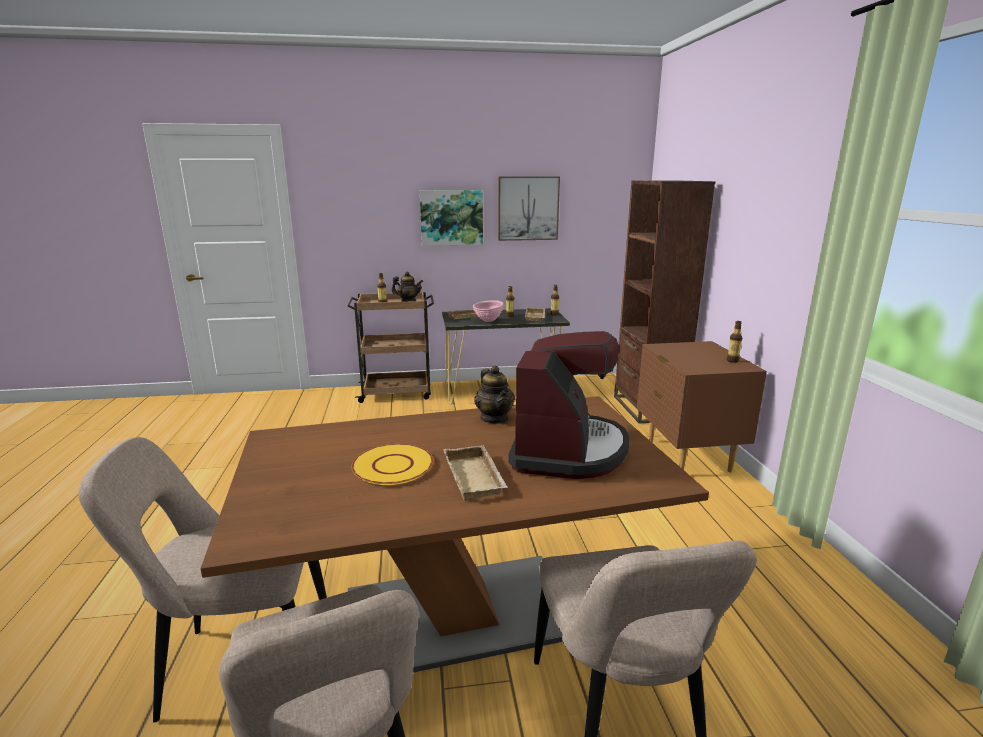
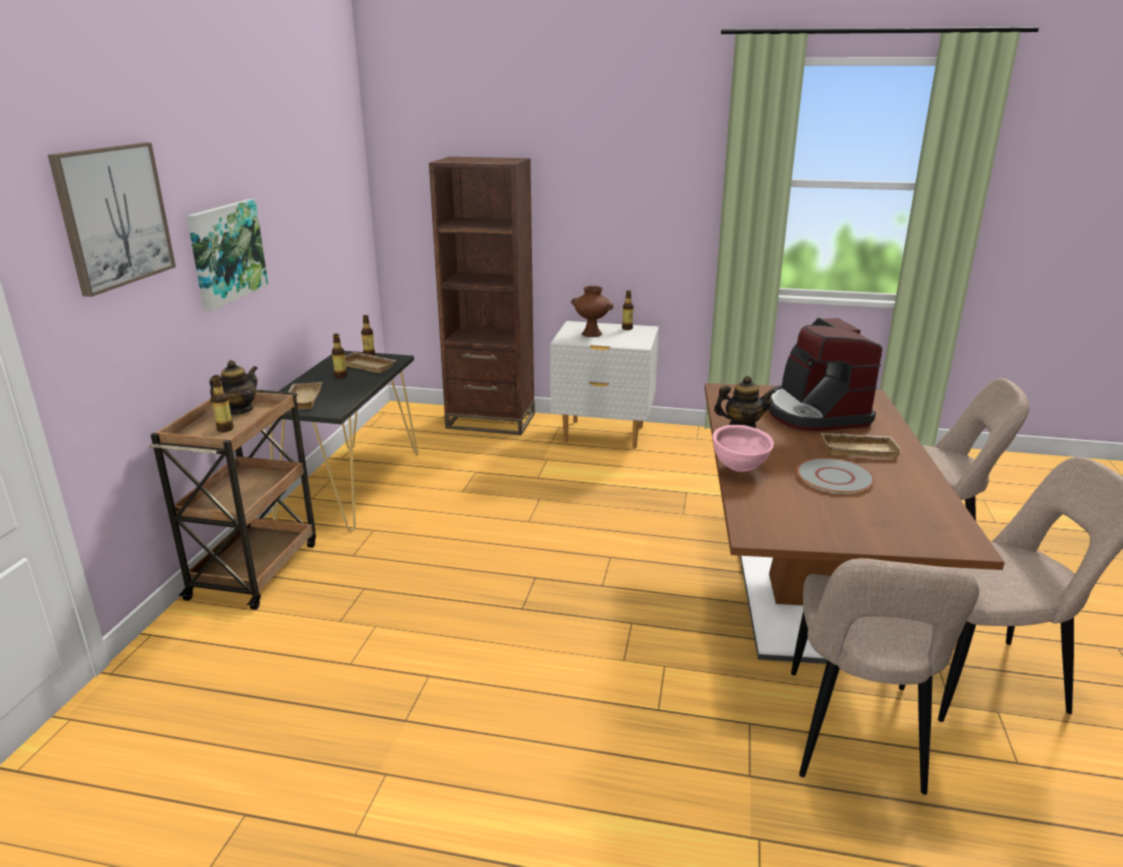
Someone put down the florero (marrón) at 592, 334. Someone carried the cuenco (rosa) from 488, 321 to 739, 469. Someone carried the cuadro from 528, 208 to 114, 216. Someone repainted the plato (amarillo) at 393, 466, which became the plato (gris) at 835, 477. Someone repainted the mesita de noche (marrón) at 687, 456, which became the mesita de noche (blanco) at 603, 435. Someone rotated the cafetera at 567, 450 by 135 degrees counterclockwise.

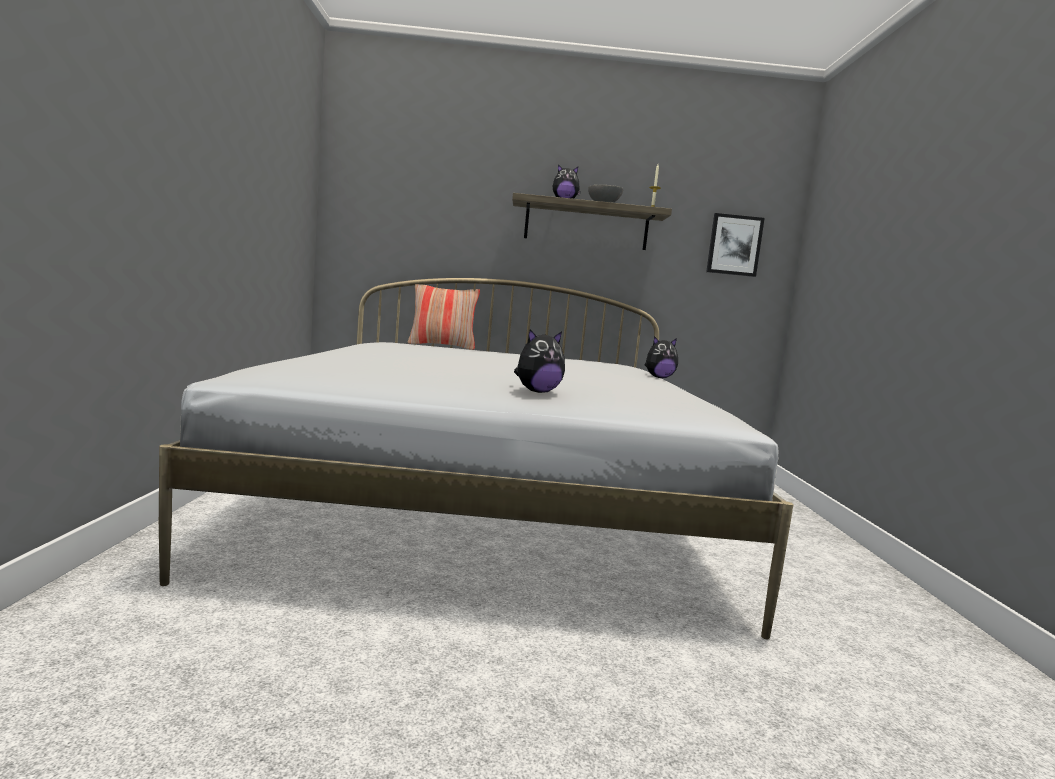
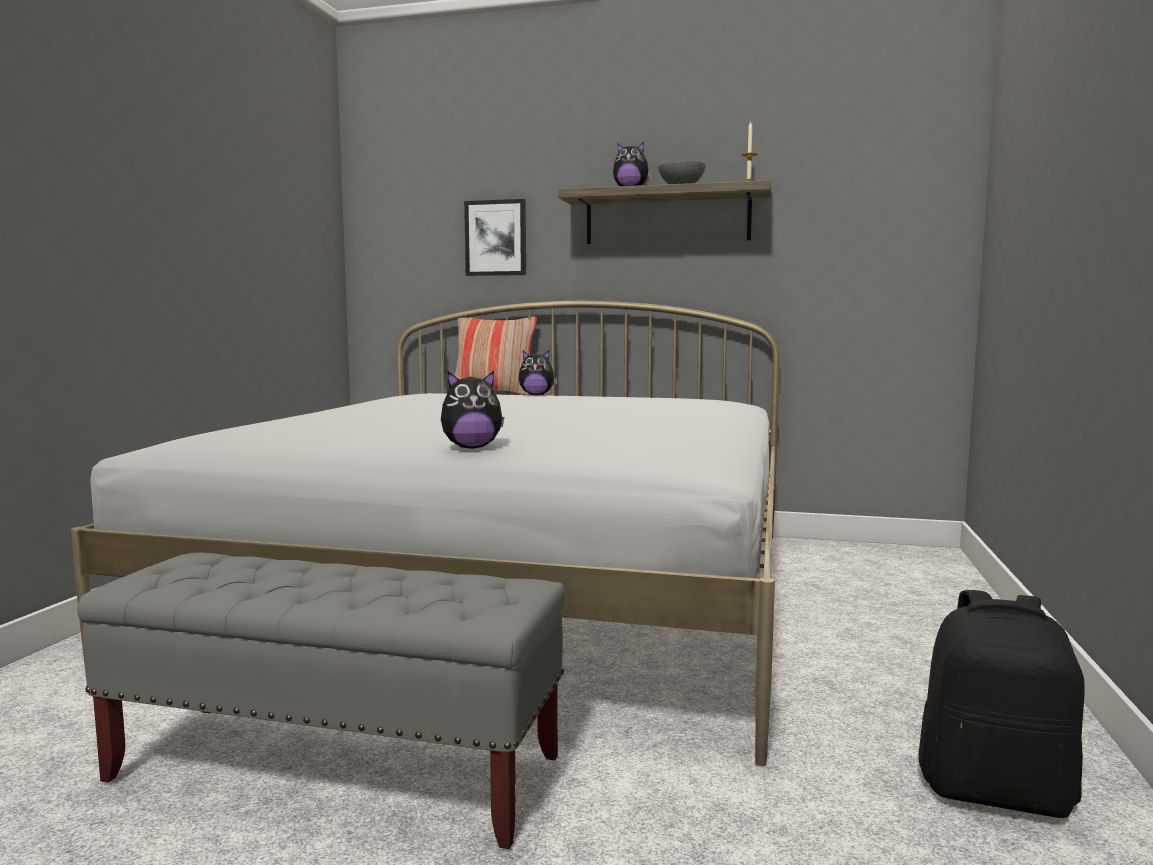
Someone put down the banco (gris) at 336, 770. Someone put down the mochila (negro) at 995, 791. Someone carried the peluche from 659, 377 to 536, 395. Someone carried the cuadro from 734, 245 to 496, 238.

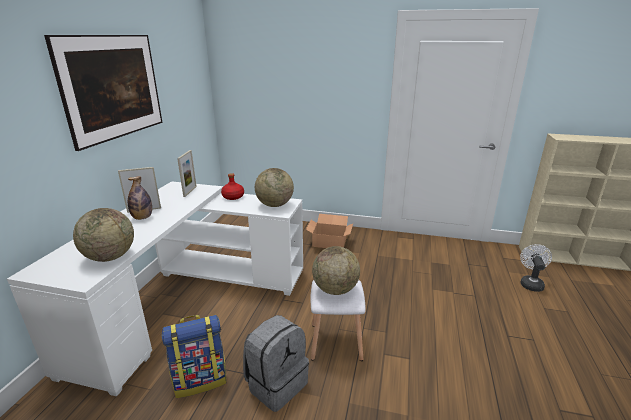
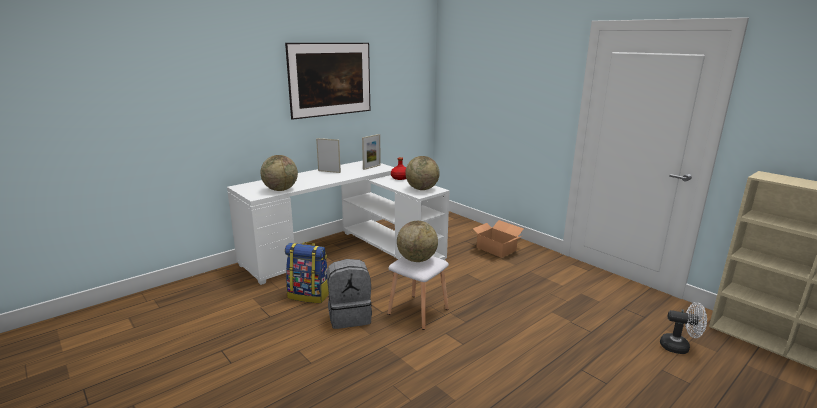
Someone took away the botella at 142, 218. Someone rotated the ventilador (blanco) at 530, 283 by 60 degrees clockwise.

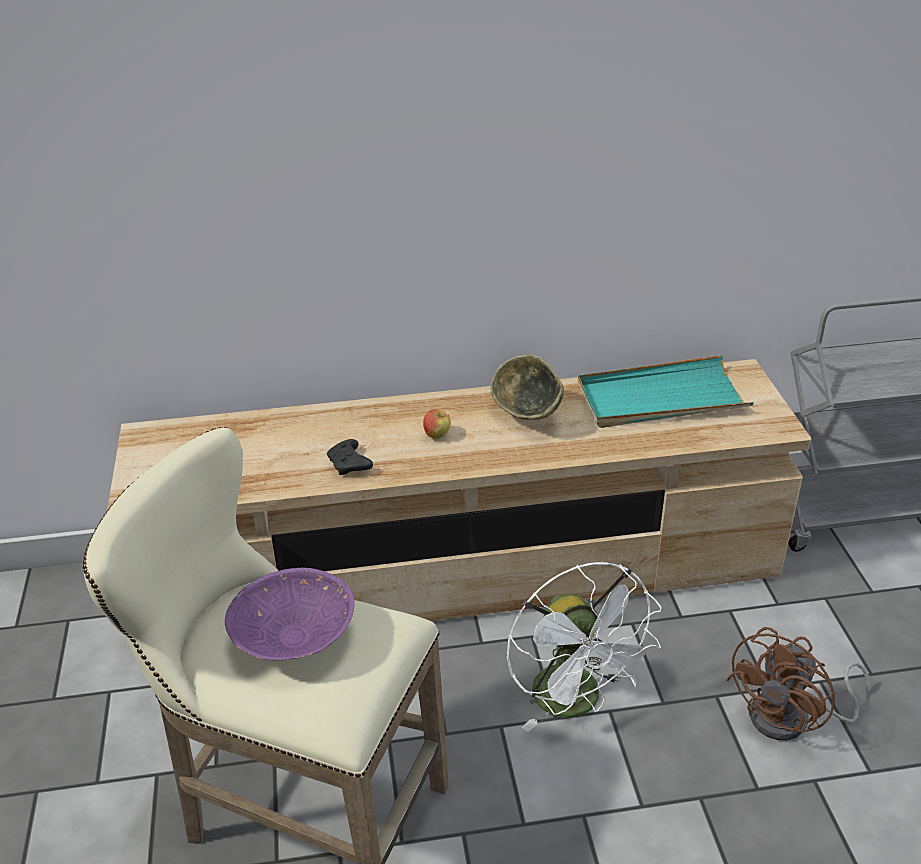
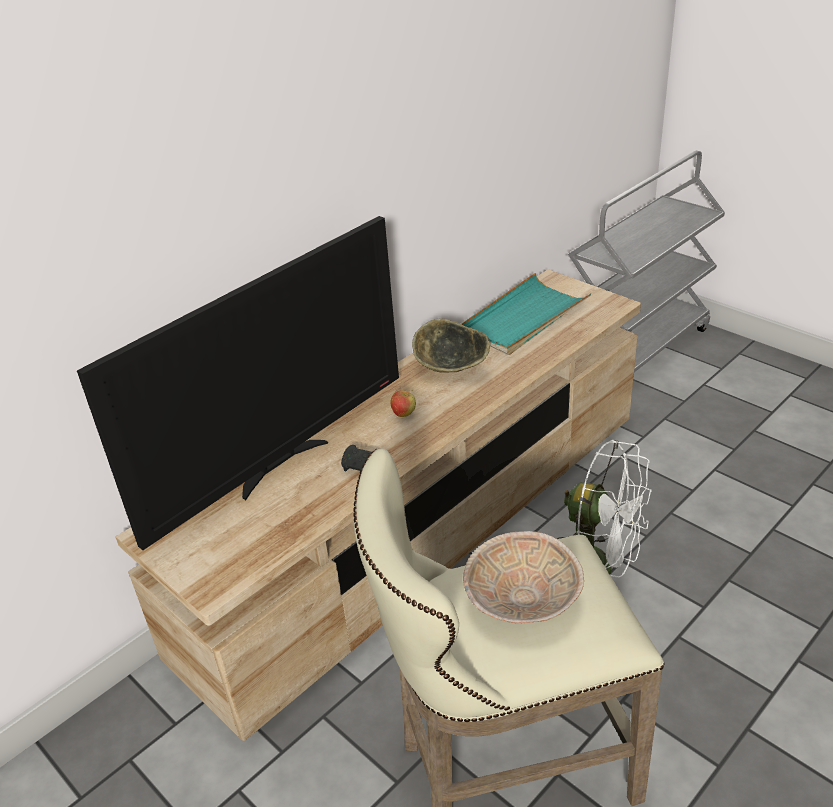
Someone took away the ventilador (marrón) at 791, 719. Someone put down the televisor at 280, 465. Someone repainted the cuenco (morado) at 292, 636, which became the cuenco (beis) at 521, 598.

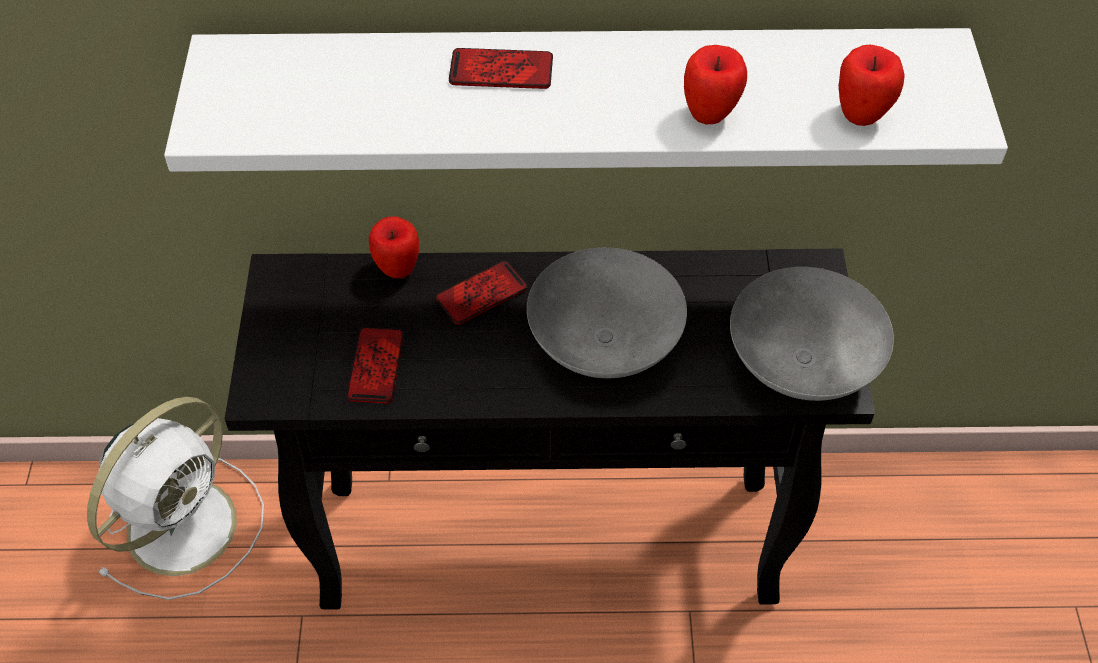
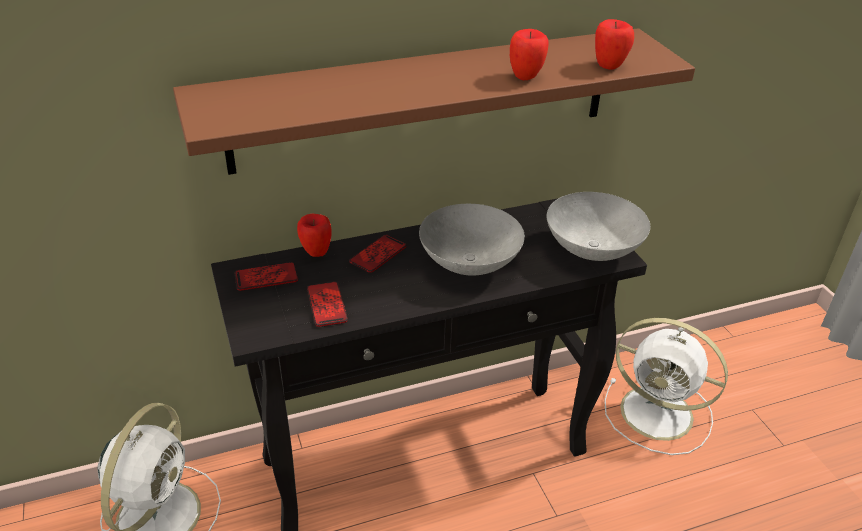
Someone put down the ventilador (blanco) at 660, 414. Someone carried the móvil from 501, 70 to 266, 277. Someone repainted the estante (blanco) at 580, 89, which became the estante (marrón) at 424, 100.

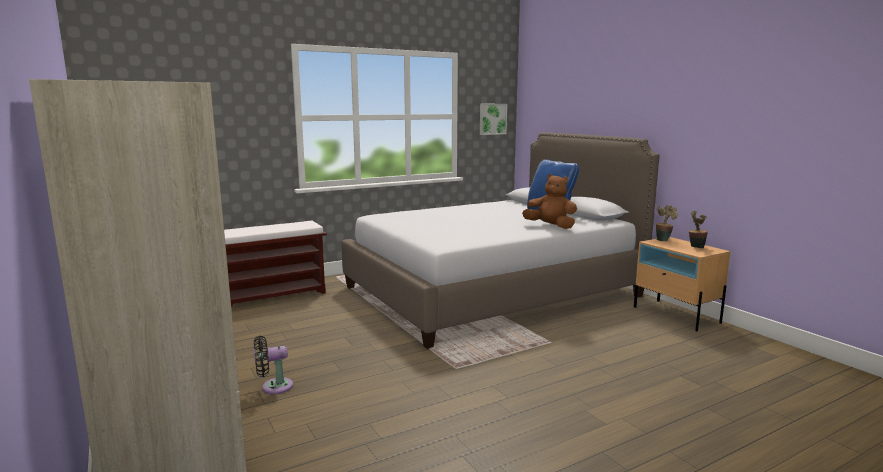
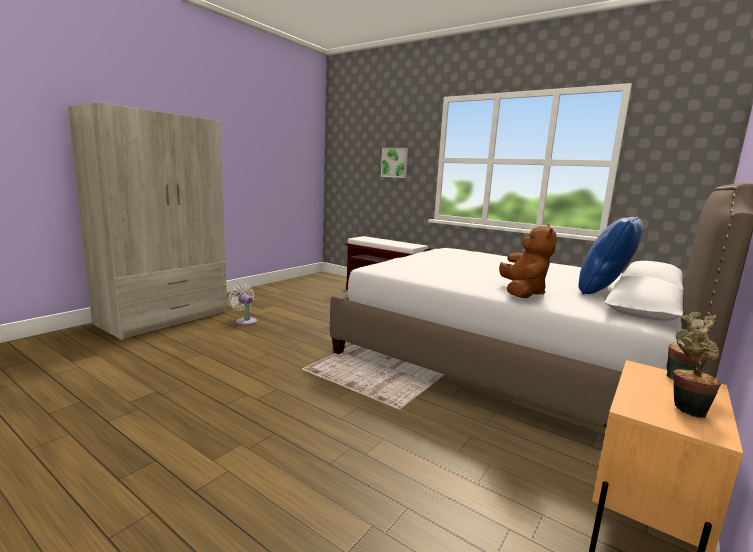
Someone carried the cuadro from 492, 119 to 395, 162. Someone repainted the ventilador (negro) at 273, 387, which became the ventilador (blanco) at 245, 321.

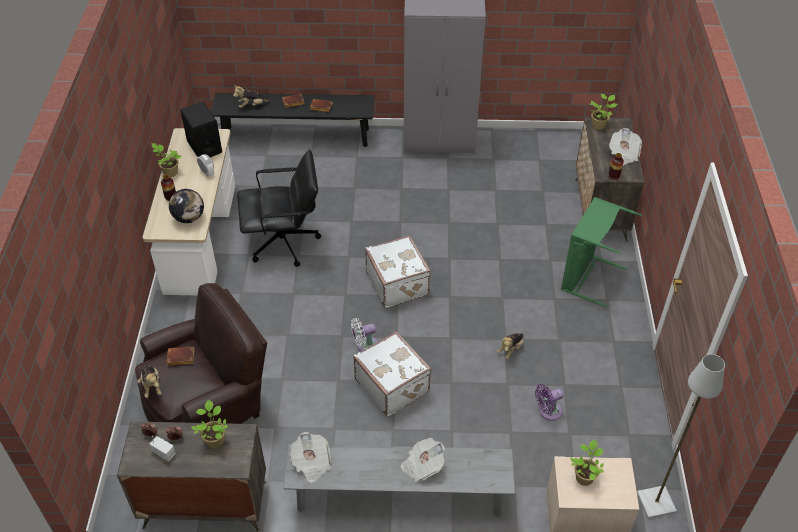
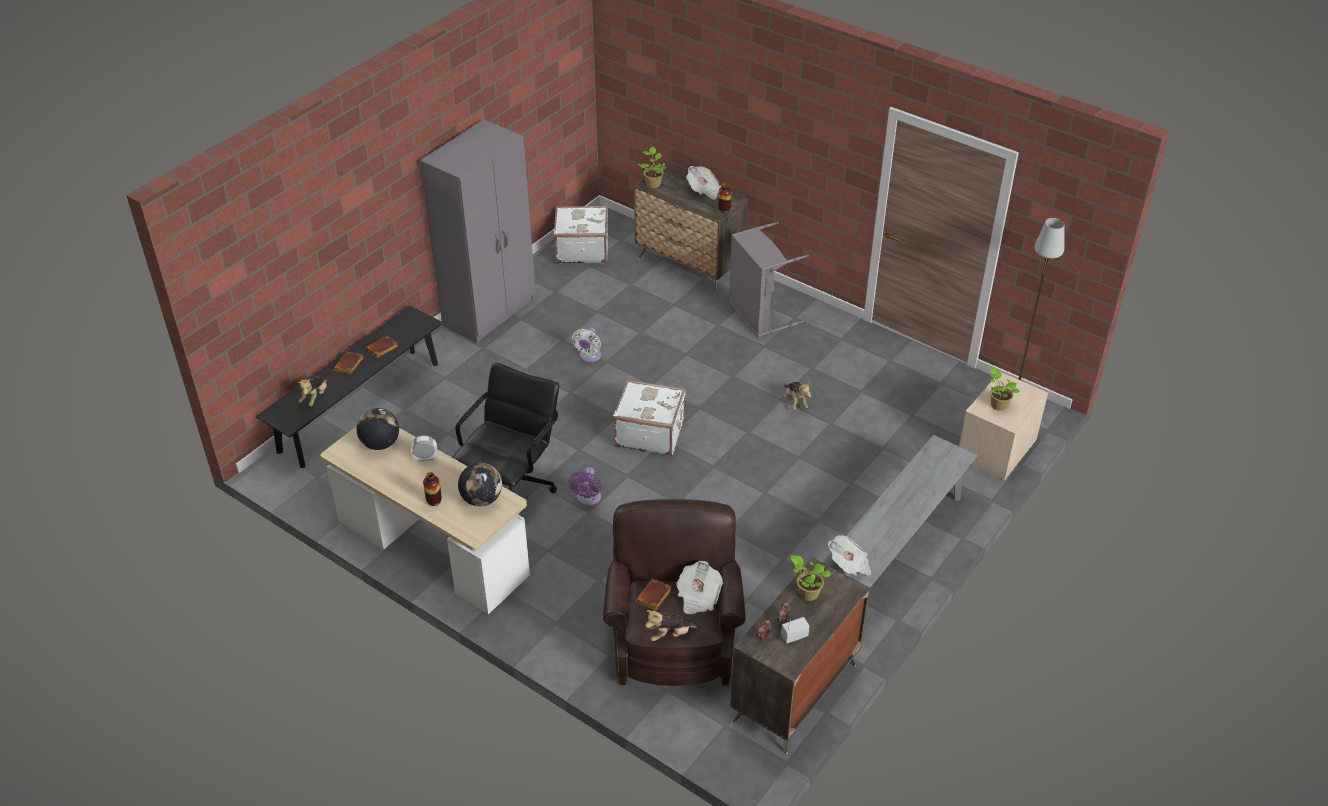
Someone took away the planta en maceta at 169, 172. Someone carried the ventilador (blanco) from 365, 346 to 589, 357. Someone carried the maleta (blanco) from 393, 385 to 581, 249. Someone carried the periódico from 422, 465 to 698, 597. Someone carried the ventilador (morado) from 548, 411 to 588, 499. Someone swapped the altavoz (negro) at 204, 147 for the globo terráqueo at 380, 443. Someone repainted the cesto de la ropa (verde) at 586, 277, which became the cesto de la ropa (gris) at 758, 315. Someone rotated the peluche at 152, 386 by 150 degrees clockwise.

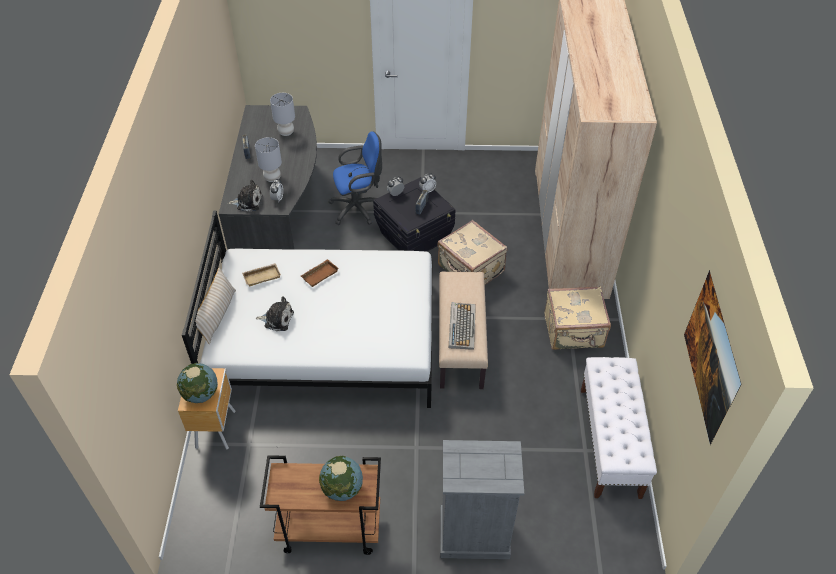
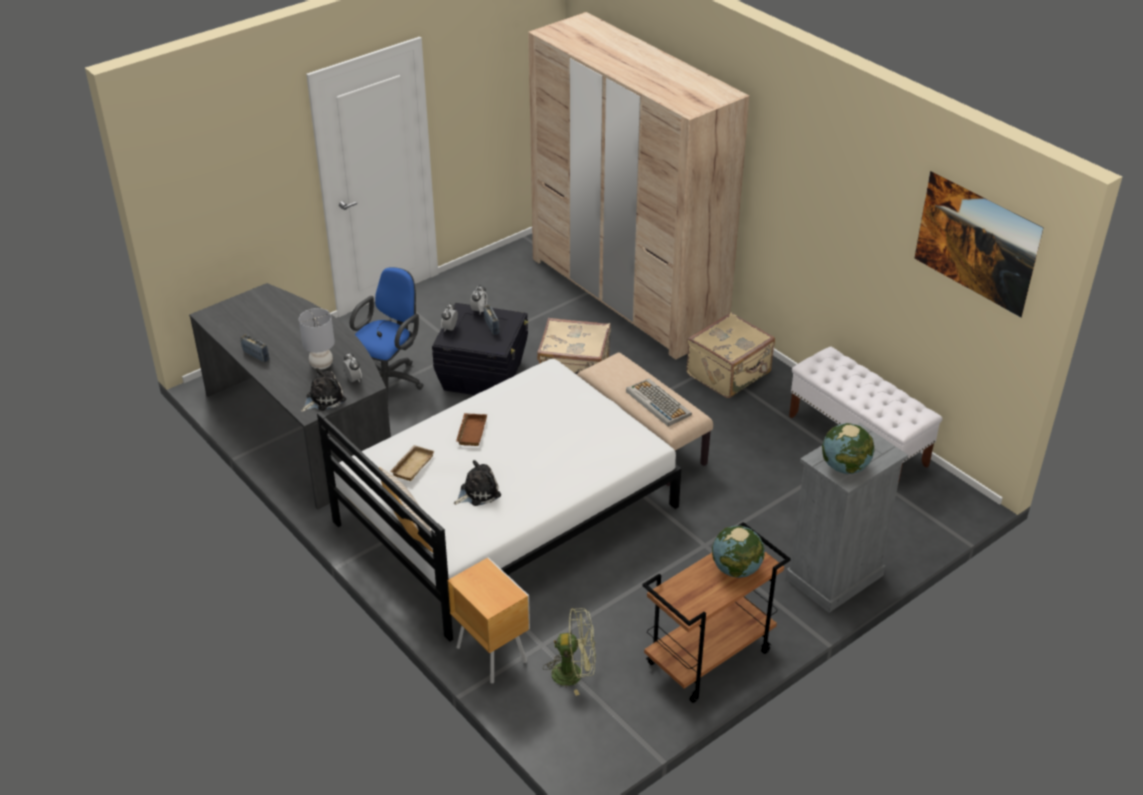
Someone took away the lámpara de mesa (gris) at 286, 132. Someone put down the ventilador (verde) at 574, 673. Someone carried the globo terráqueo from 201, 394 to 845, 467.

